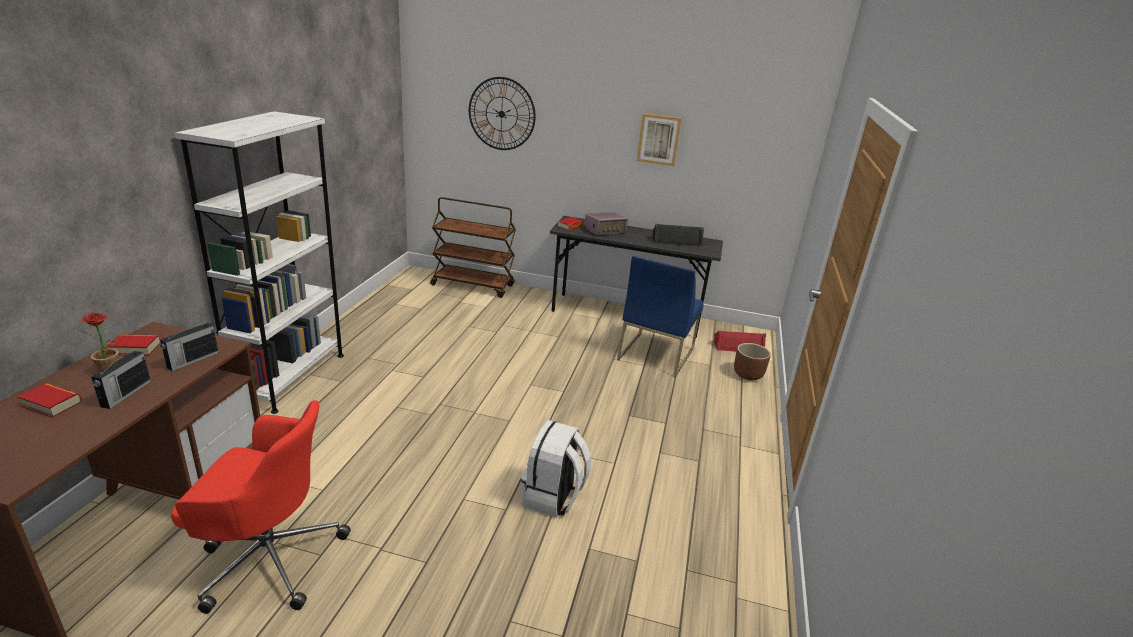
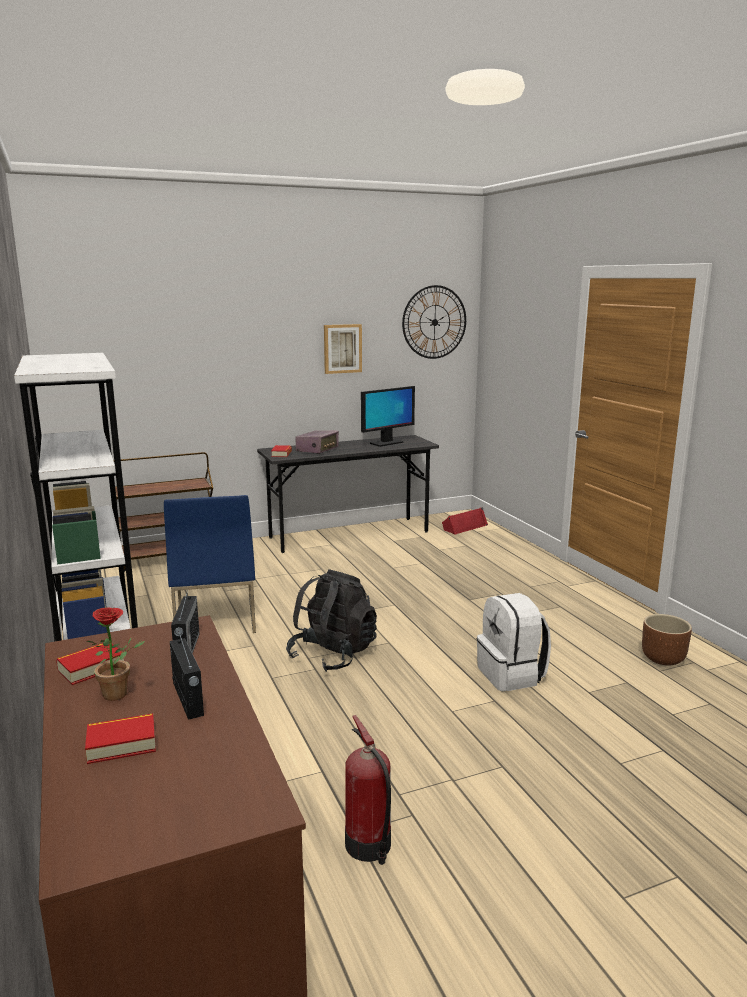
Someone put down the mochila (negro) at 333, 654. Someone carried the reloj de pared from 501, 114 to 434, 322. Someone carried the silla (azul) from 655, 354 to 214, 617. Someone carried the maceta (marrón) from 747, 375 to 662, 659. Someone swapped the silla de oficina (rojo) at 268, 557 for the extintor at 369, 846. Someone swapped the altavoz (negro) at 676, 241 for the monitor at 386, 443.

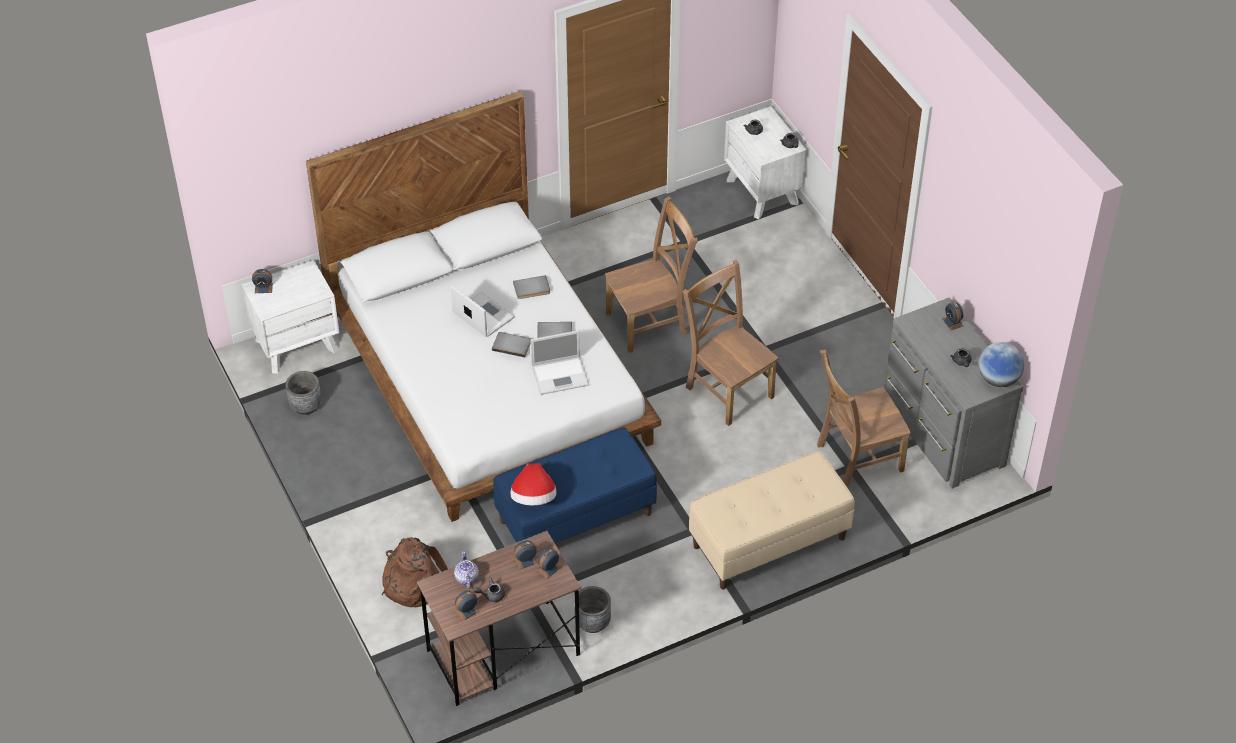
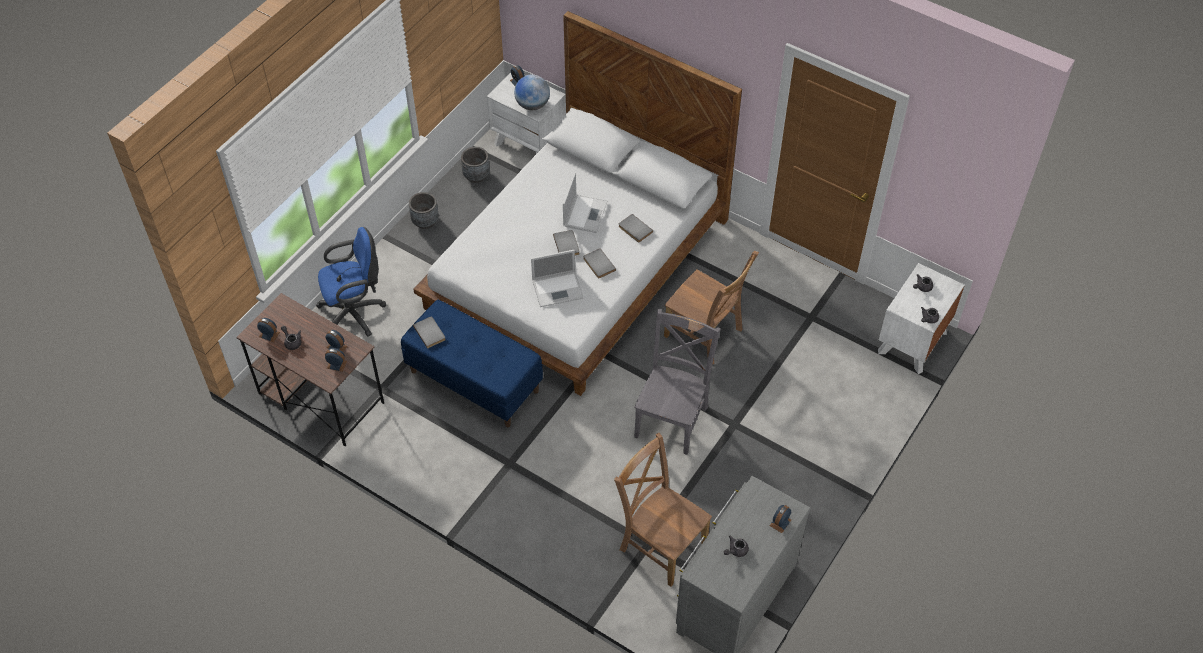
Someone took away the tetera at 466, 577. Someone took away the banco (beis) at 769, 543. Someone carried the maceta (gris) from 593, 622 to 425, 221. Someone carried the globo terráqueo from 998, 379 to 532, 105. Someone swapped the mochila (marrón) at 412, 581 for the silla de oficina (azul) at 355, 313. Someone swapped the sombrero at 534, 498 for the libro (gris) at 430, 332. Someone repainted the silla (marrón) at 727, 389, which became the silla (gris) at 672, 419. Someone rotated the portátil at 561, 375 by 60 degrees counterclockwise.

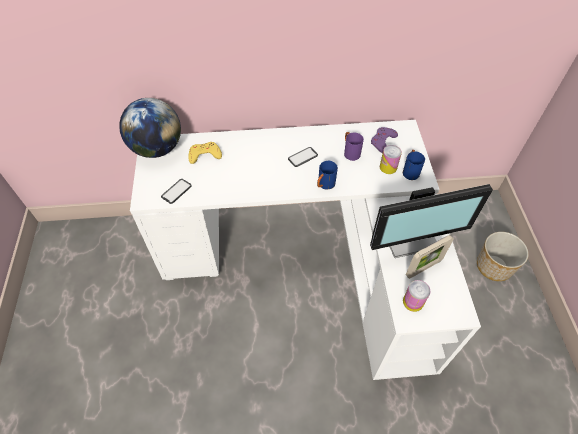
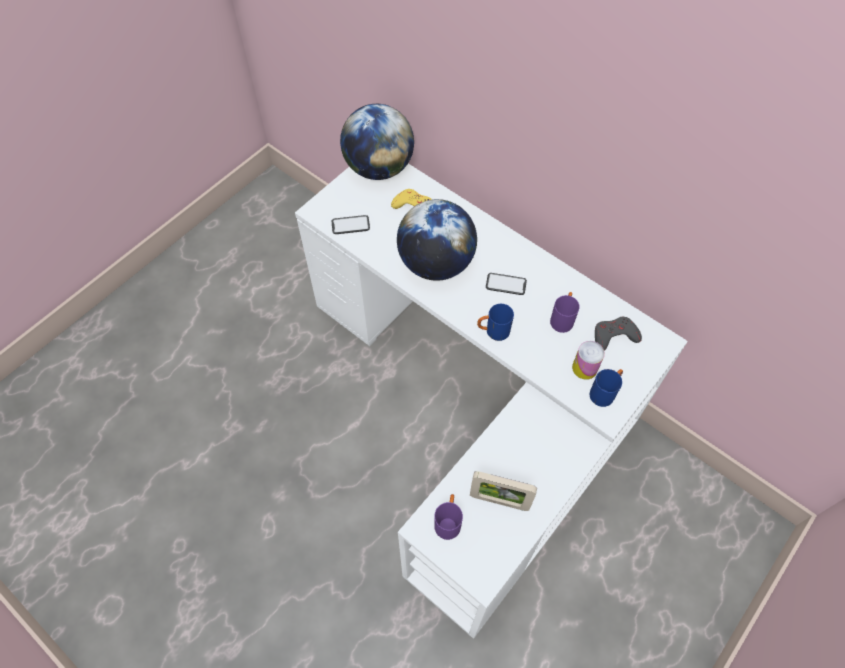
Someone took away the monitor at 409, 236. Someone took away the maceta at 494, 266. Someone put down the globo terráqueo at 436, 263. Someone swapped the lata at 413, 302 for the taza grande (morado) at 448, 521. Someone repainted the mando de consola (morado) at 382, 142, which became the mando de consola (gris) at 614, 336.

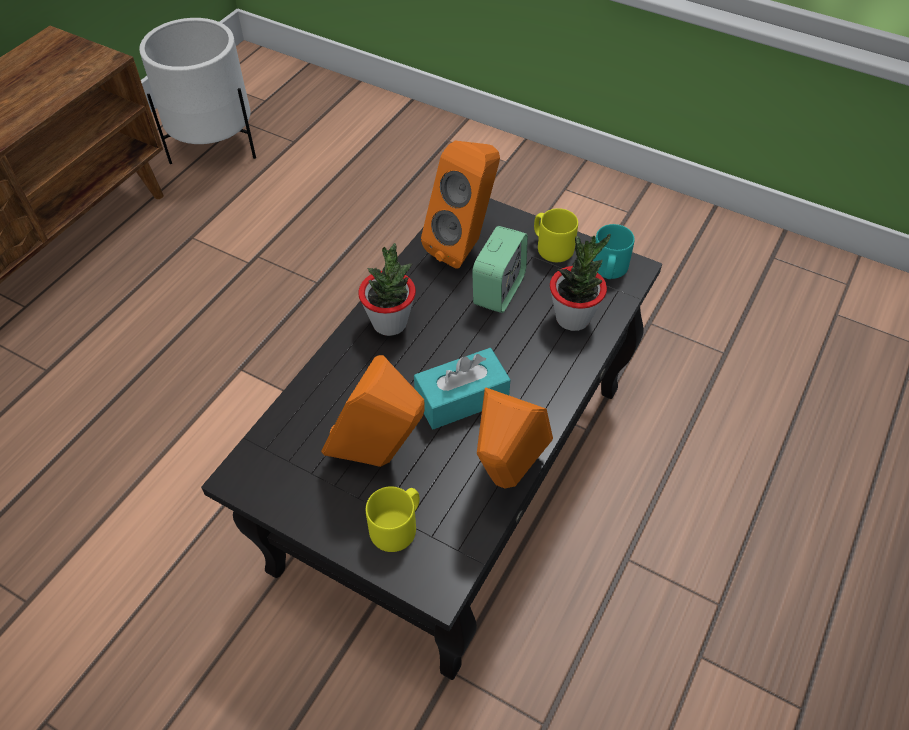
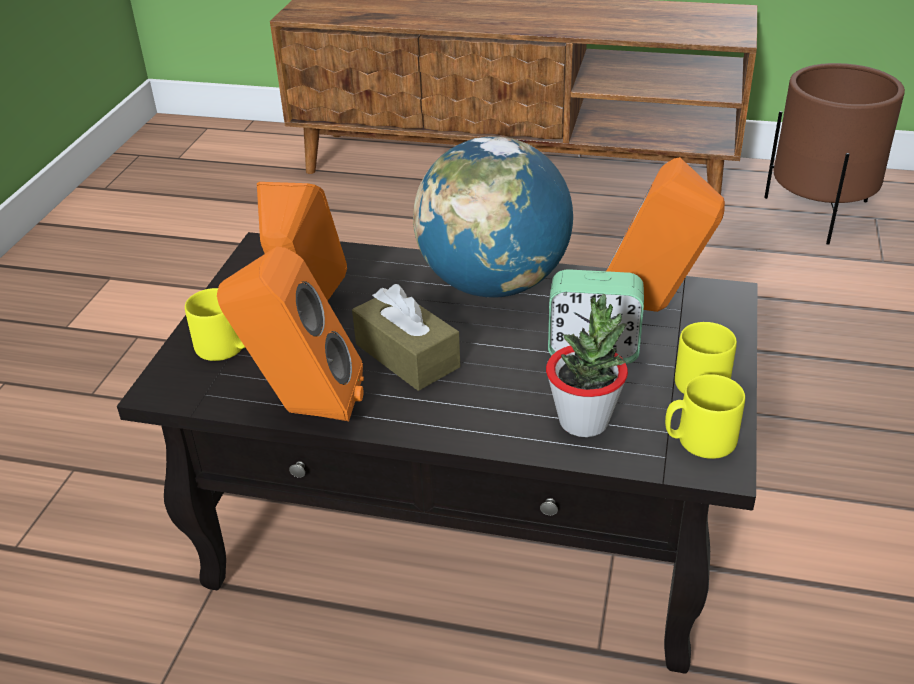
Someone swapped the planta en maceta at 390, 323 for the globo terráqueo at 494, 284. Someone repainted the maceta (blanco) at 214, 145, which became the maceta (marrón) at 819, 213. Someone repainted the caja de pañuelos (turquesa) at 461, 399, which became the caja de pañuelos (marrón) at 407, 355. Someone repainted the taza grande (turquesa) at 608, 270, which became the taza grande (amarillo) at 699, 440.

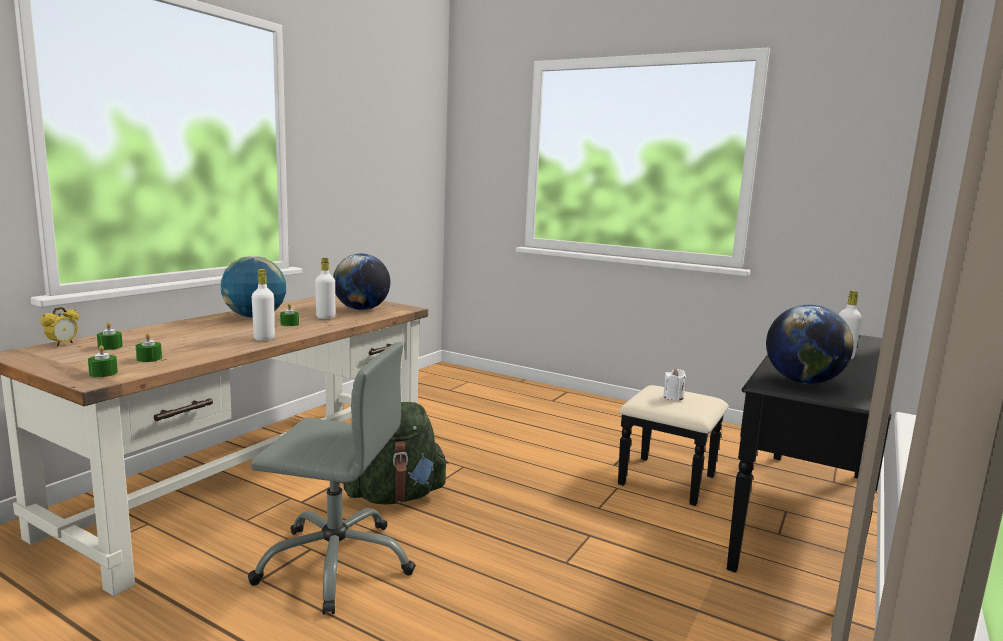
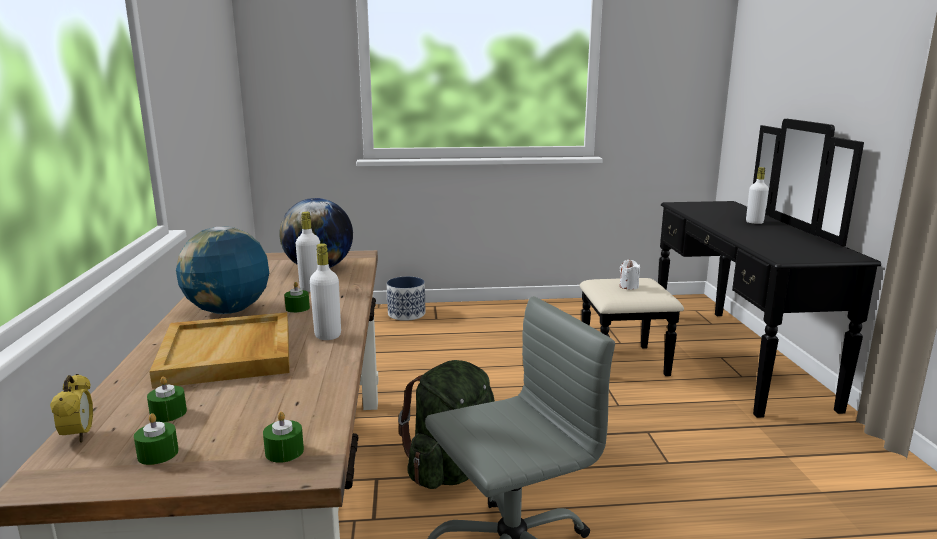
Someone took away the globo terráqueo at 802, 382. Someone put down the bandeja (beis) at 228, 354. Someone put down the maceta at 406, 314. Someone carried the vela (verde) from 149, 359 to 158, 453.

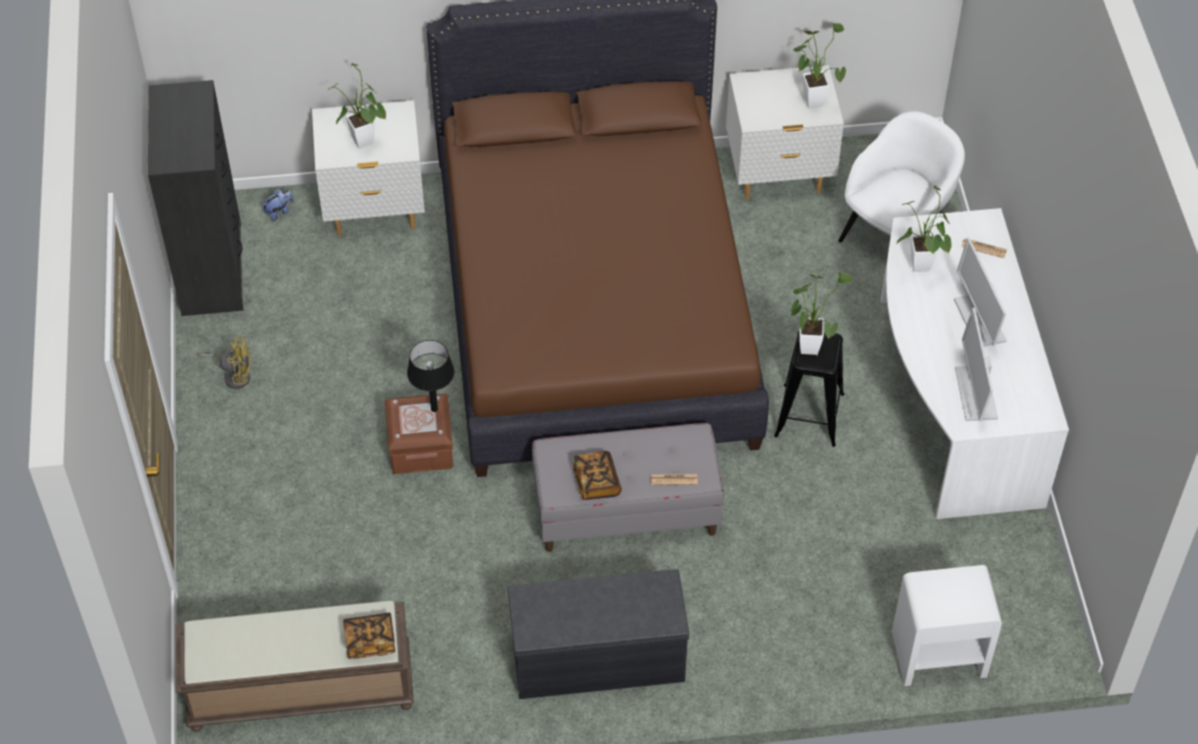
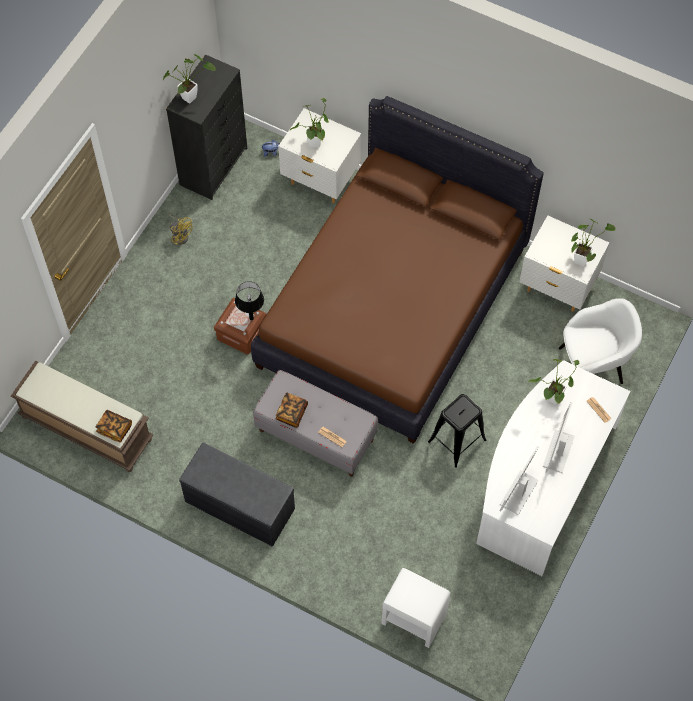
Someone carried the planta en maceta from 809, 344 to 191, 96.

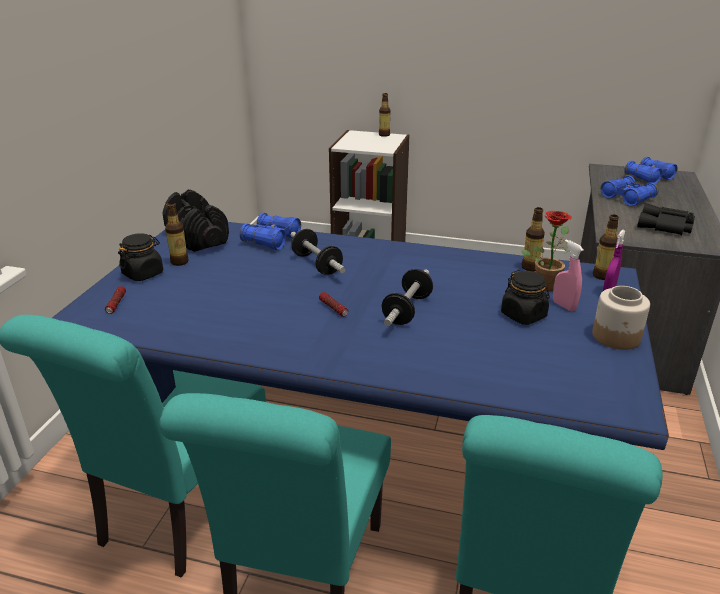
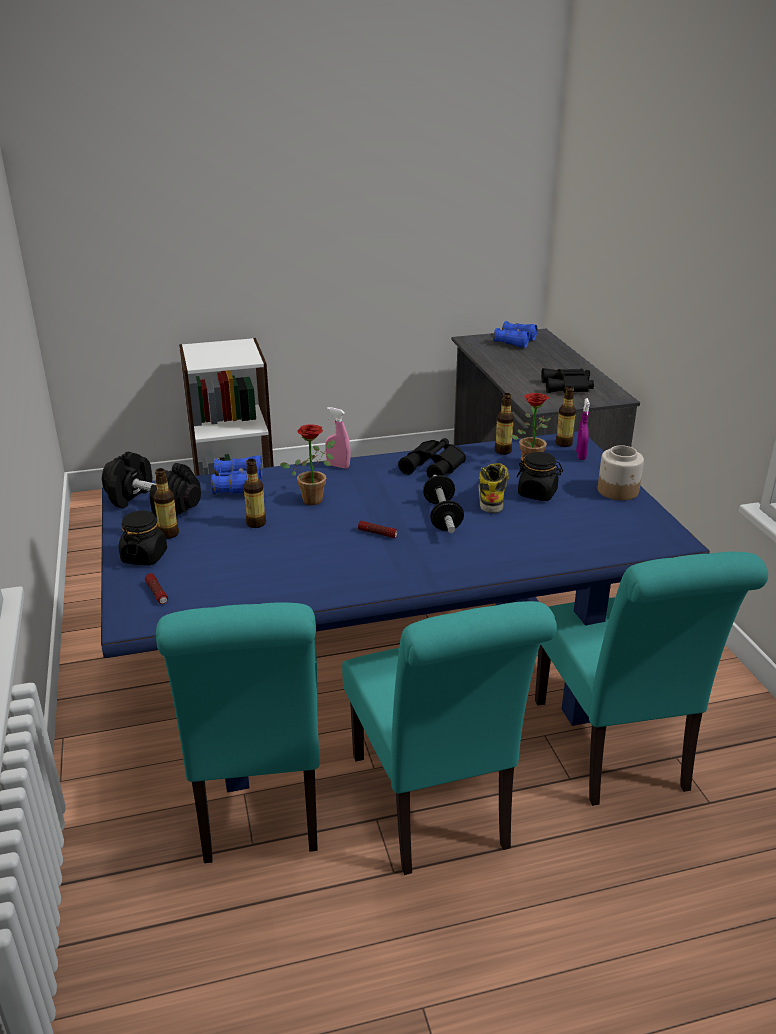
Someone took away the prismáticos (azul) at 627, 198. Someone put down the prismáticos (negro) at 435, 466. Someone put down the bota at 492, 495. Someone carried the botella from 384, 135 to 256, 523. Someone carried the pulverizador (rosa) from 564, 306 to 338, 466. Someone swapped the mancuerna at 317, 264 for the planta en maceta at 314, 498.

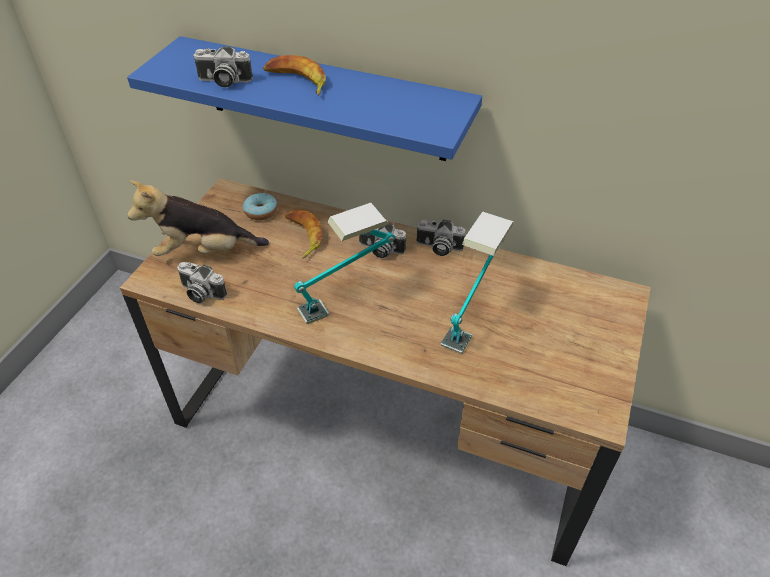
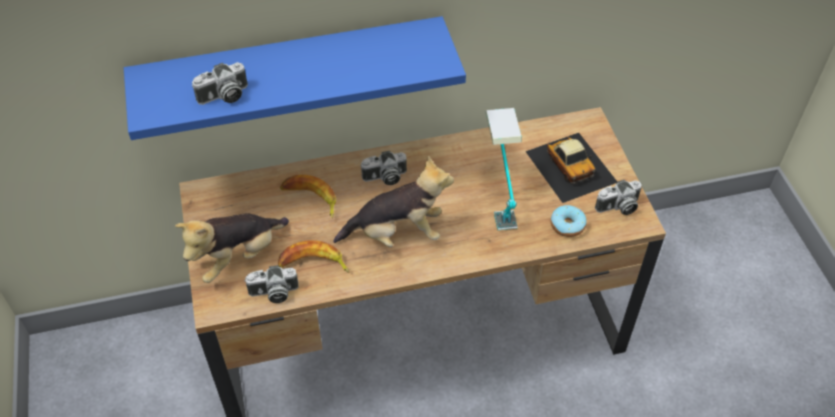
Someone put down the coche de juguete at 571, 166. Someone carried the rosquilla from 261, 212 to 567, 225. Someone carried the plátano from 296, 81 to 313, 264. Someone carried the cámara from 438, 247 to 618, 207. Someone swapped the lámpara de mesa at 346, 299 for the peluche at 397, 233.

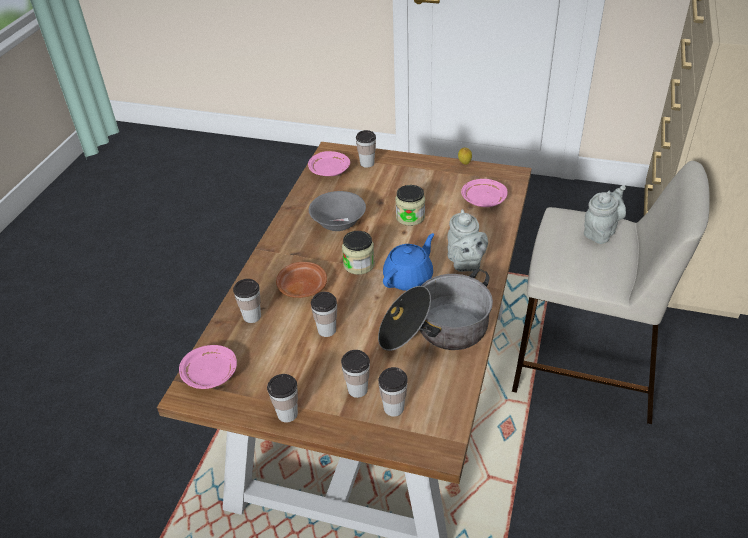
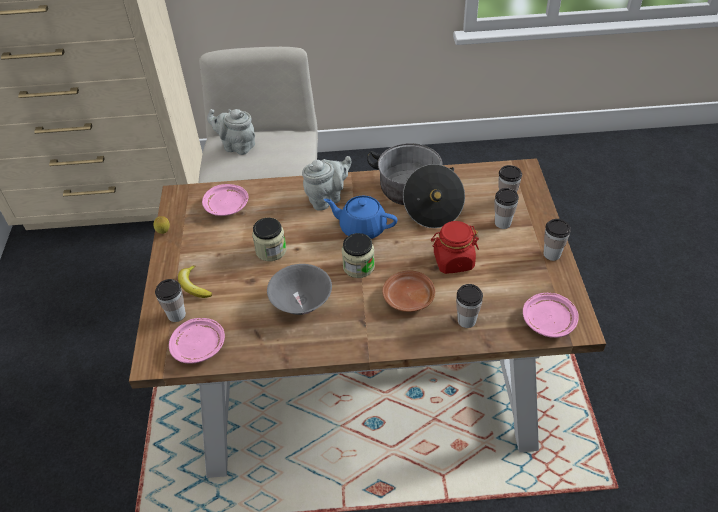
Someone put down the plátano at 194, 286. Someone swapped the taza at 327, 330 for the tarro (rojo) at 453, 261.

